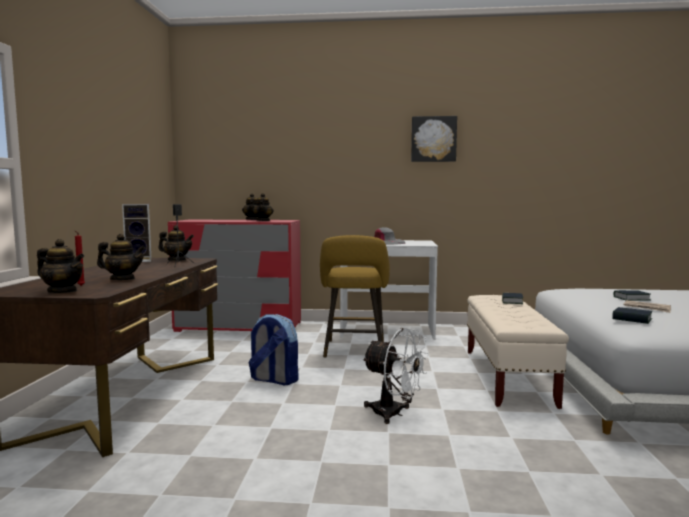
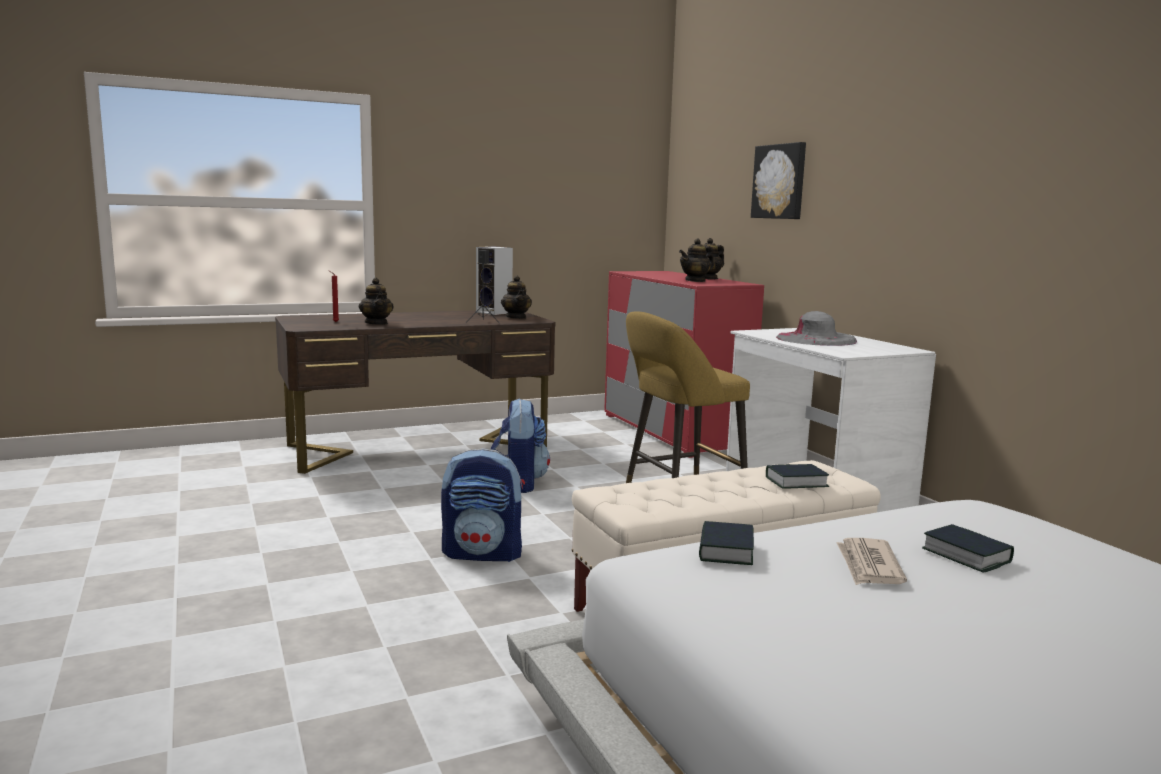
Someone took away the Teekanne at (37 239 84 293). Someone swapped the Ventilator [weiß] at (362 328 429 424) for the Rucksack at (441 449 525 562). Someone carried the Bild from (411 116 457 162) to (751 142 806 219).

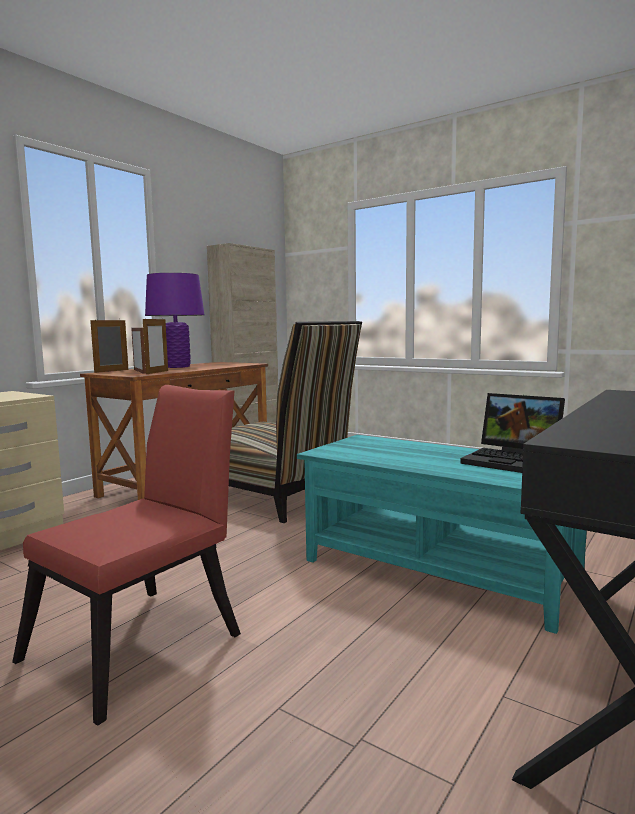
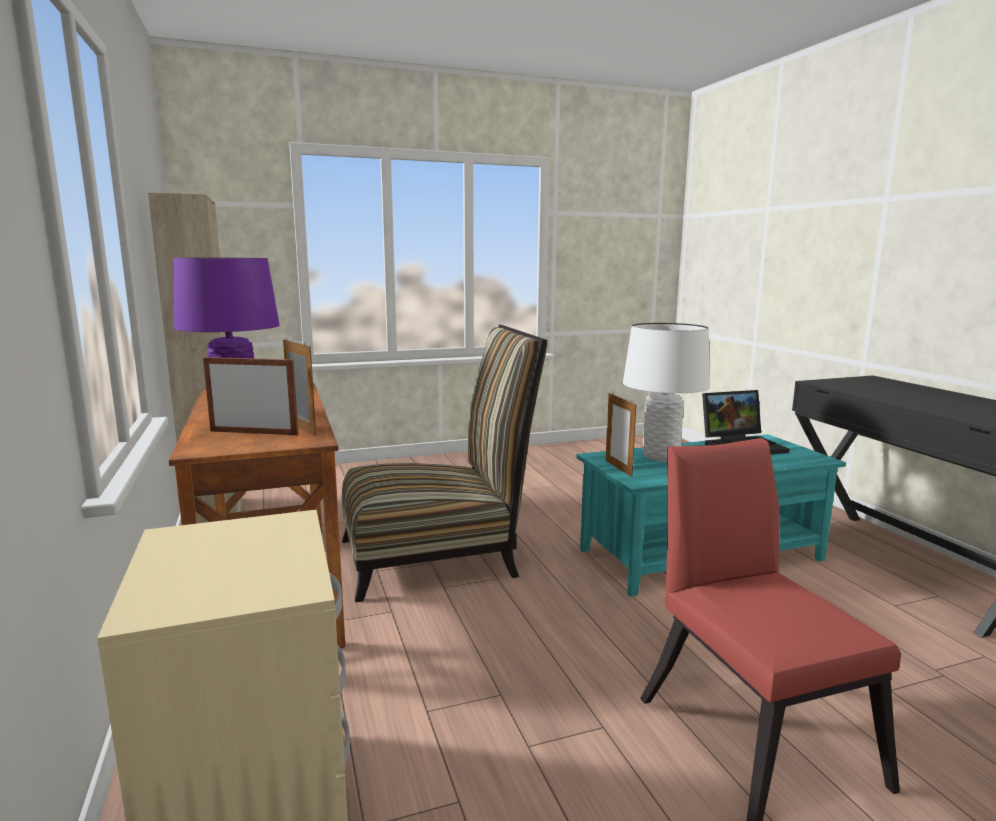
Someone carried the Bilderrahmen from (90 318 128 373) to (606 393 637 477). Someone put down the Tischlampe [weiß] at (623 323 710 462).

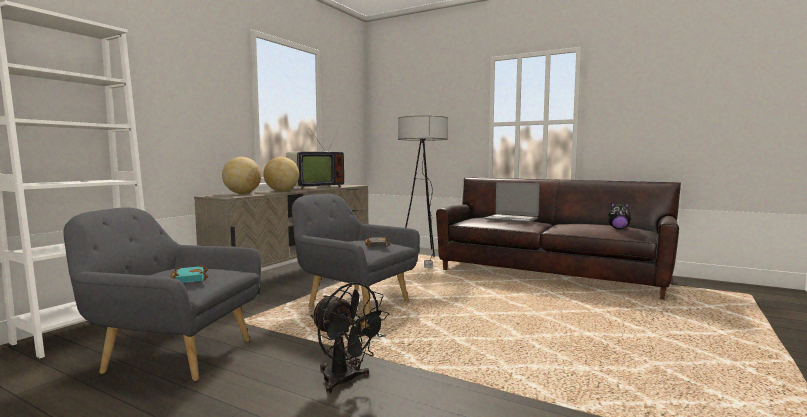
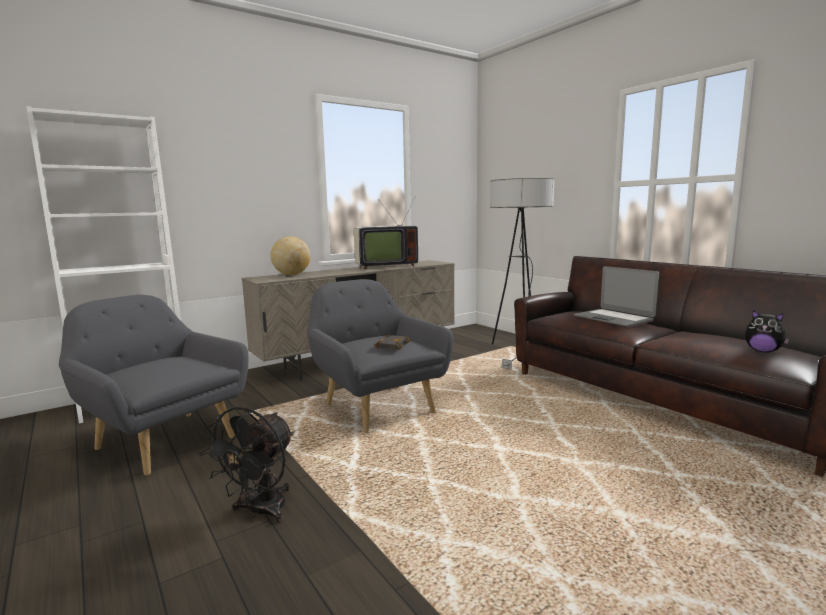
Someone took away the Buch [türkis] at (170 265 208 283). Someone took away the Globus at (263 157 299 191). Someone rotated the Ventilator [schwarz] at (311 282 389 394) by 45 degrees clockwise.

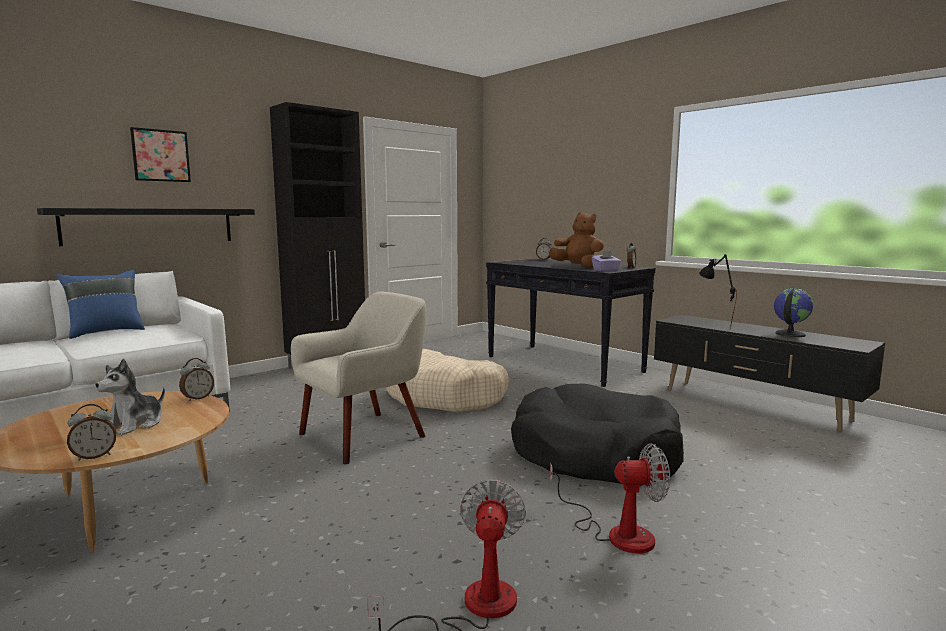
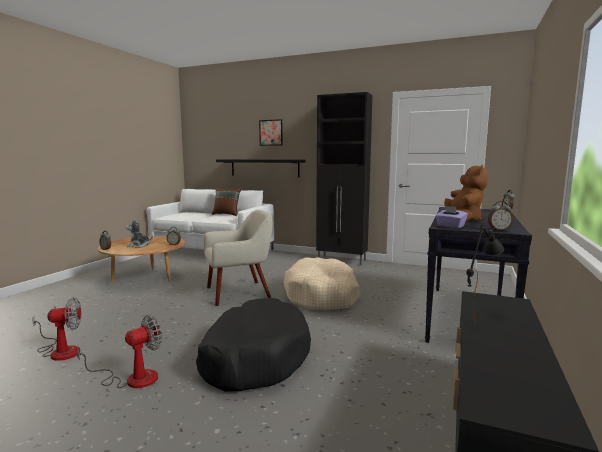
Someone repainted the Kissen [blau] at (56 270 145 339), which became the Kissen [braun] at (212 187 241 216). Someone rotated the Sessel [beige] at (291 292 427 464) by 45 degrees counterclockwise. Someone rotated the Ventilator at (550 443 670 553) by 105 degrees counterclockwise. Someone took away the Globus at (774 288 814 337).

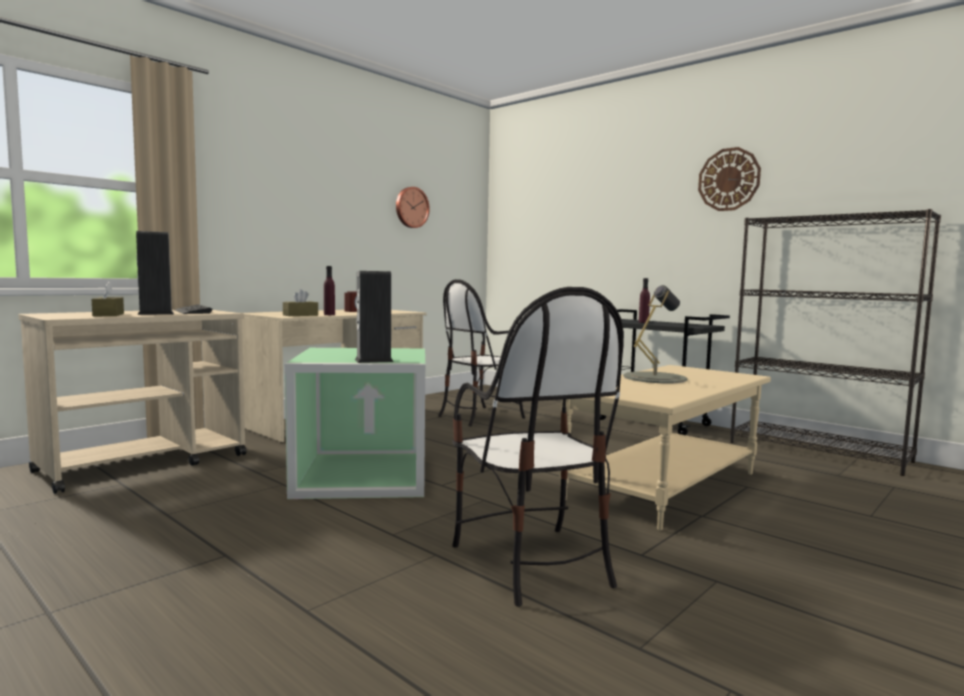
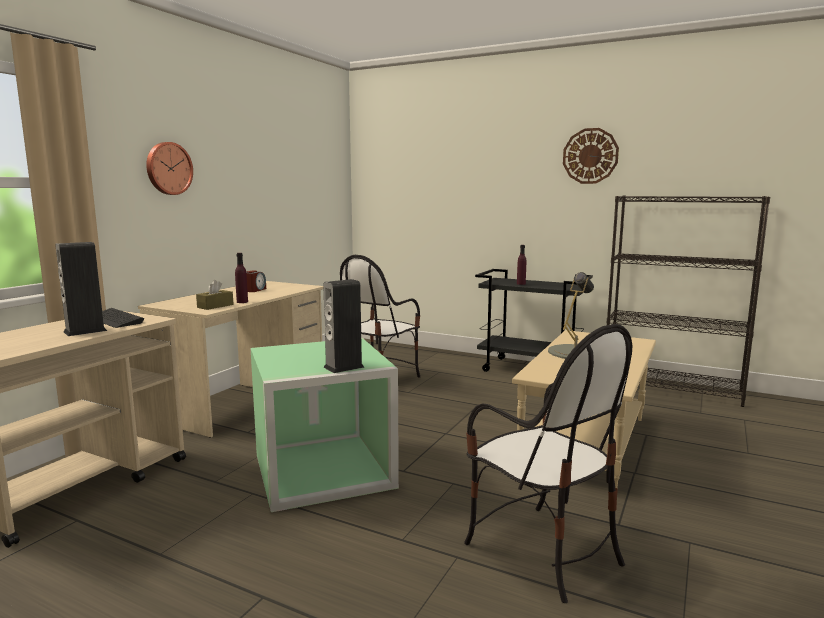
Someone took away the Taschentuchbox [braun] at (92 282 124 316). Someone carried the Wanduhr from (396 187 430 228) to (146 142 193 195).

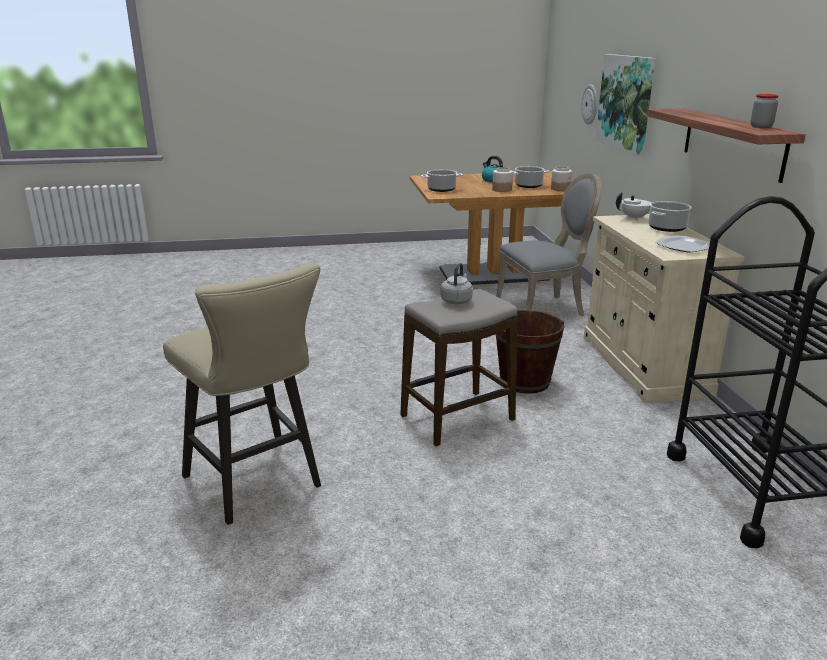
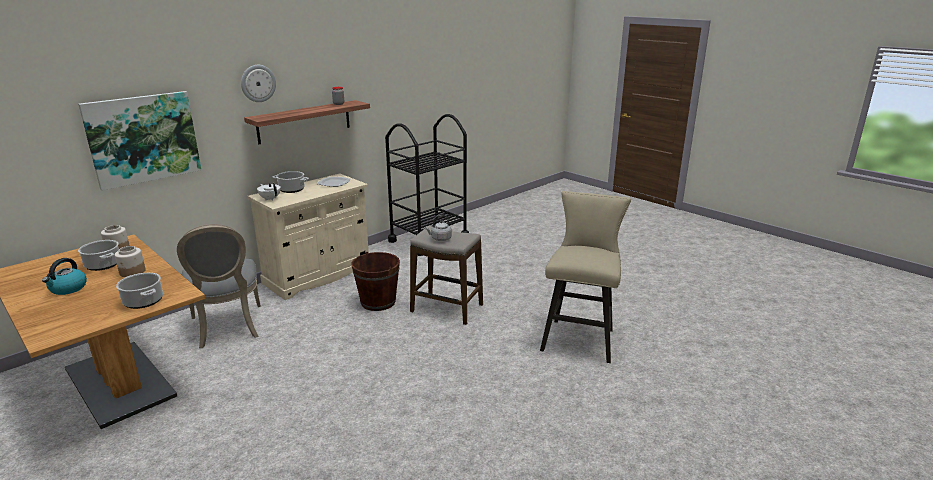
Someone rotated the Stuhl [grau] at (496 173 602 316) by 150 degrees counterclockwise. Someone carried the Wanduhr from (581 84 597 125) to (241 65 276 102).

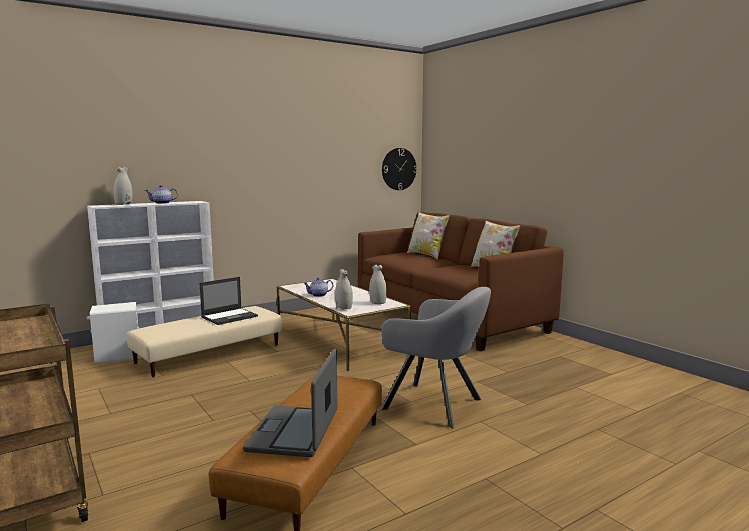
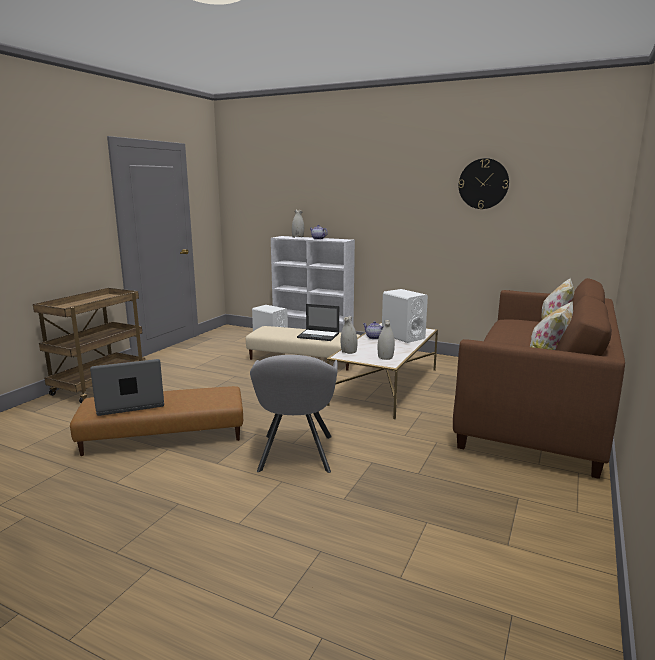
Someone carried the Wanduhr from (382 148 417 190) to (459 158 509 209). Someone put down the Lautsprecher [weiß] at (382 289 428 343).

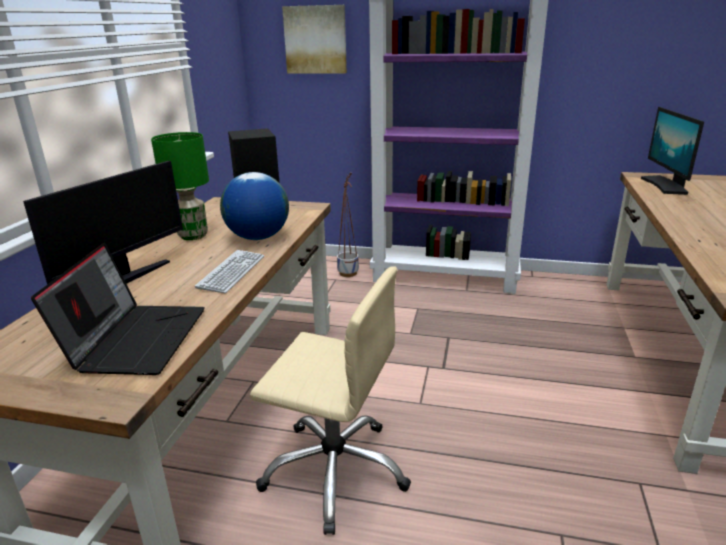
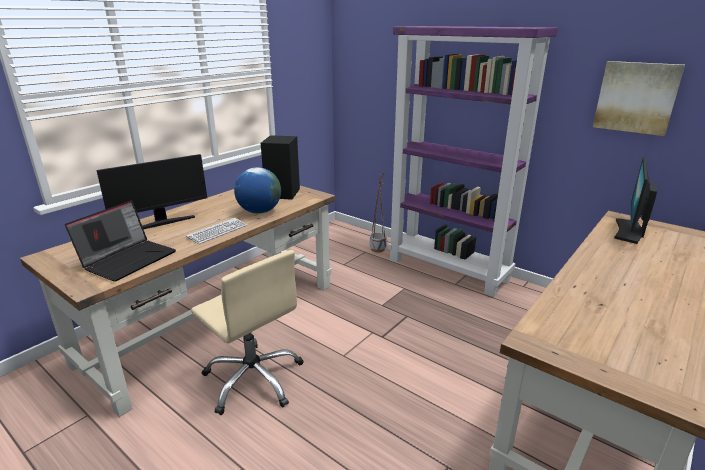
Someone took away the Tischlampe [grün] at (151 132 209 240). Someone carried the Bild from (282 5 347 74) to (593 61 685 136).

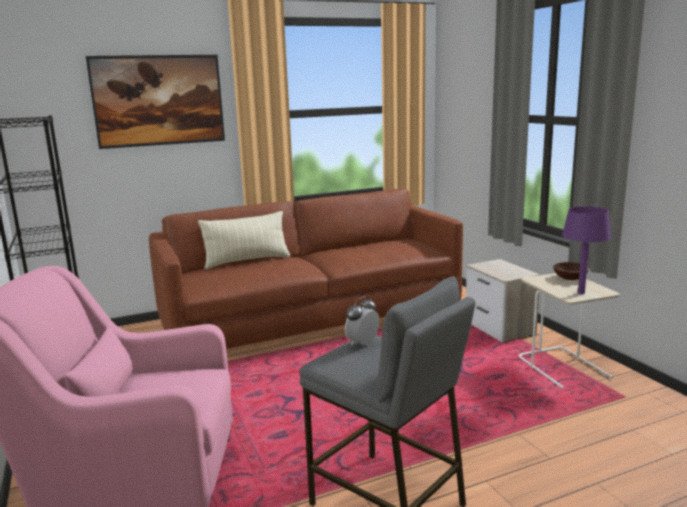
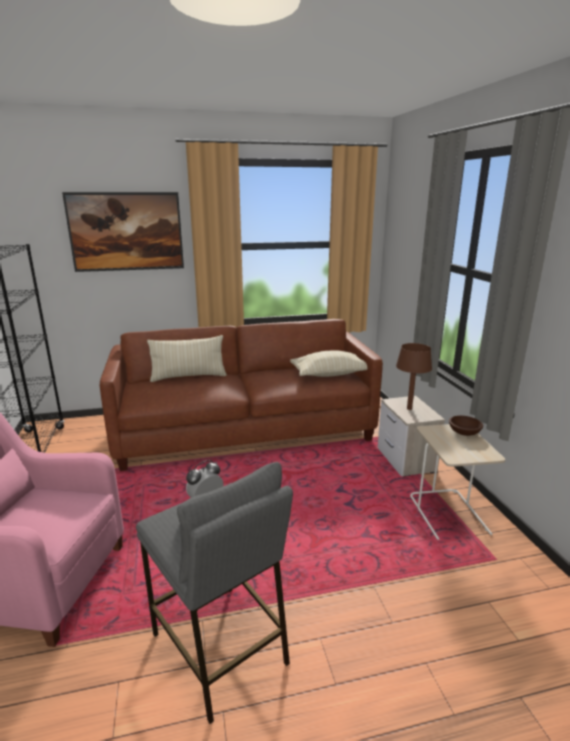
Someone took away the Tischlampe [lila] at (562 206 611 294). Someone put down the Kissen [beige] at (290 351 367 377). Someone put down the Tischlampe [braun] at (396 343 432 410).

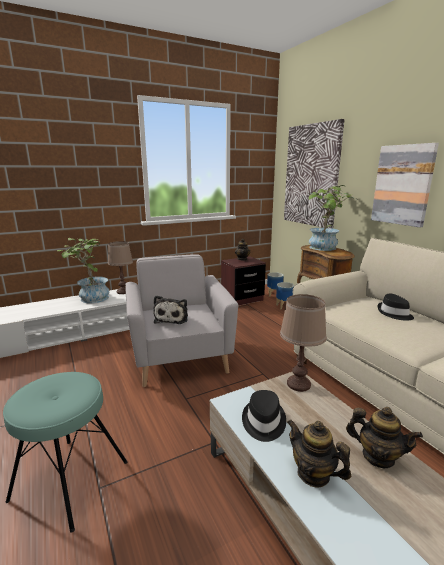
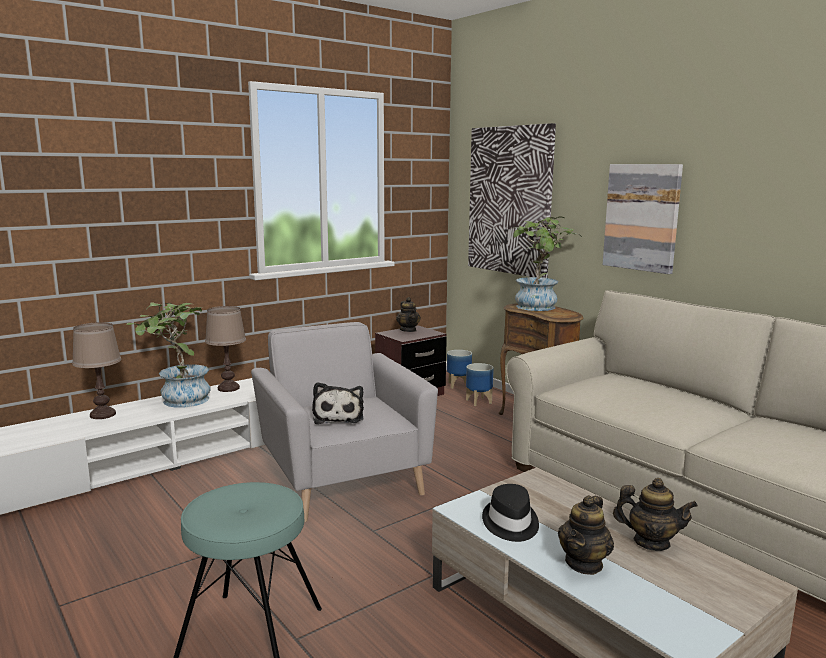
Someone carried the Tischlampe [braun] from (280 294 327 392) to (72 322 121 419). Someone rotated the Teekanne at (287 420 351 488) by 90 degrees counterclockwise. Someone took away the Hut [schwarz] at (378 294 414 320).

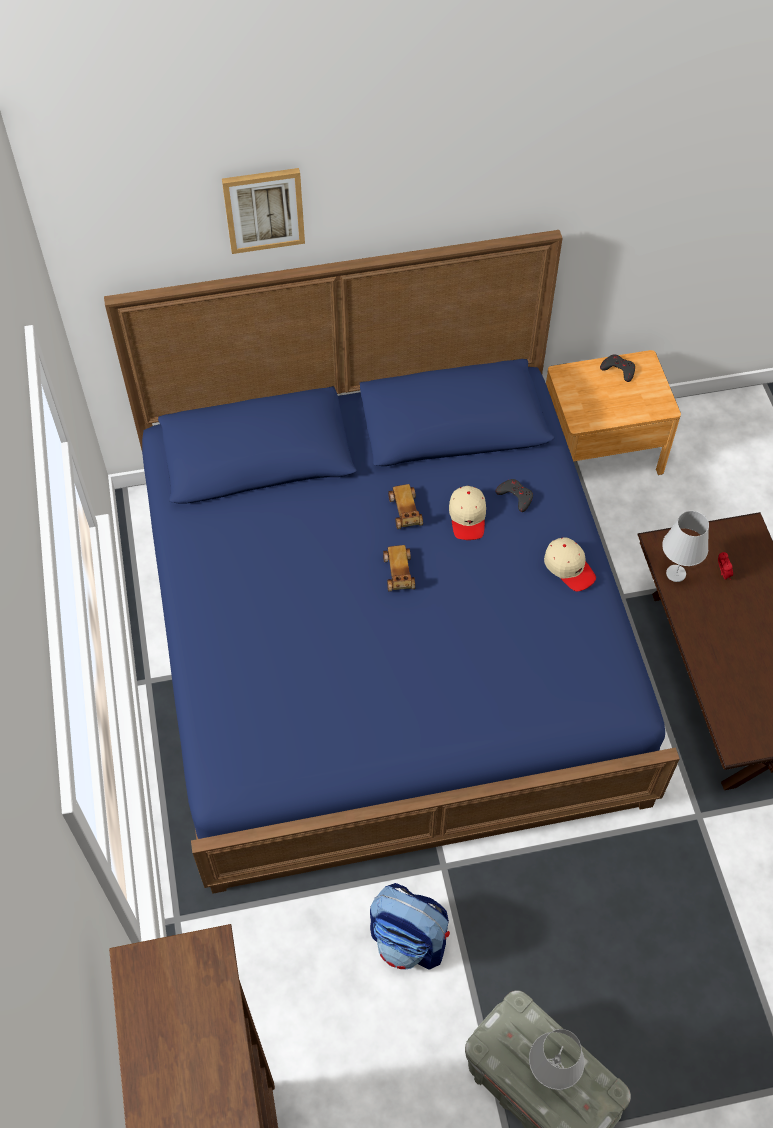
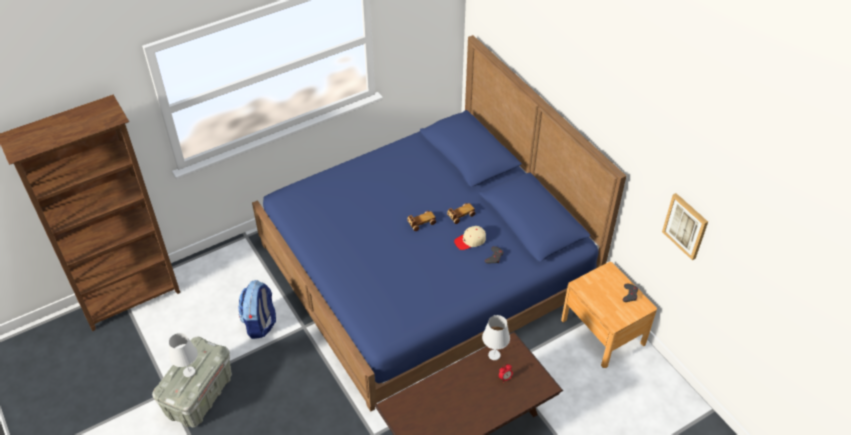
Someone carried the Bild from (222 168 305 254) to (662 193 708 260). Someone took away the Kappe [beige] at (544 537 596 591).

